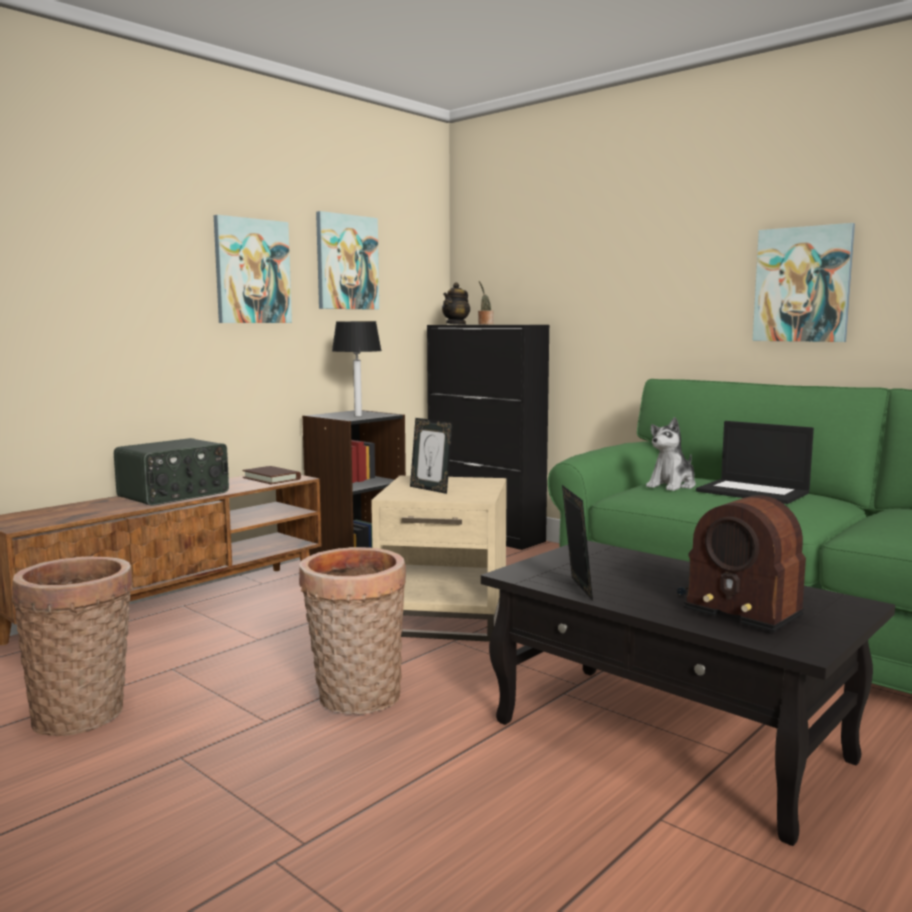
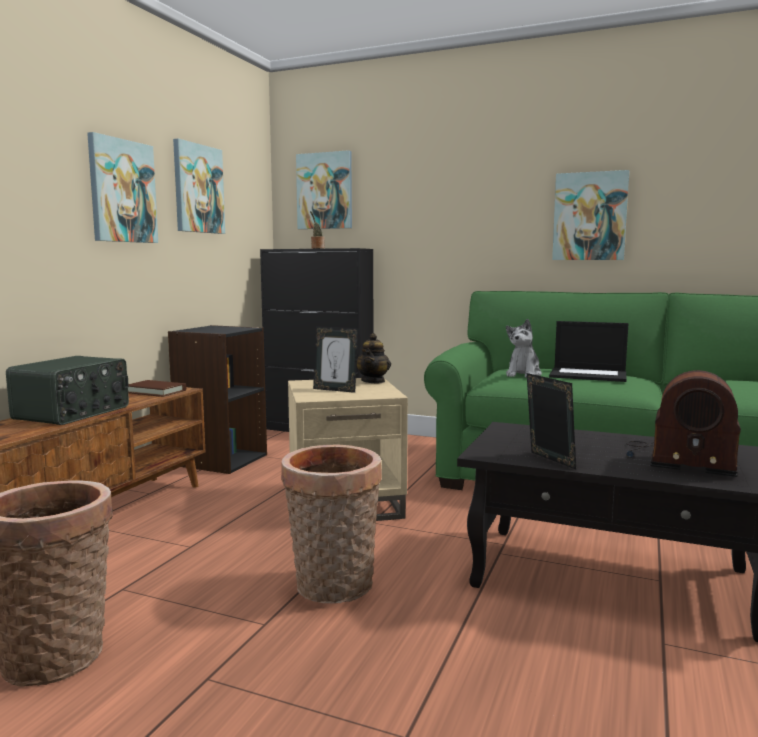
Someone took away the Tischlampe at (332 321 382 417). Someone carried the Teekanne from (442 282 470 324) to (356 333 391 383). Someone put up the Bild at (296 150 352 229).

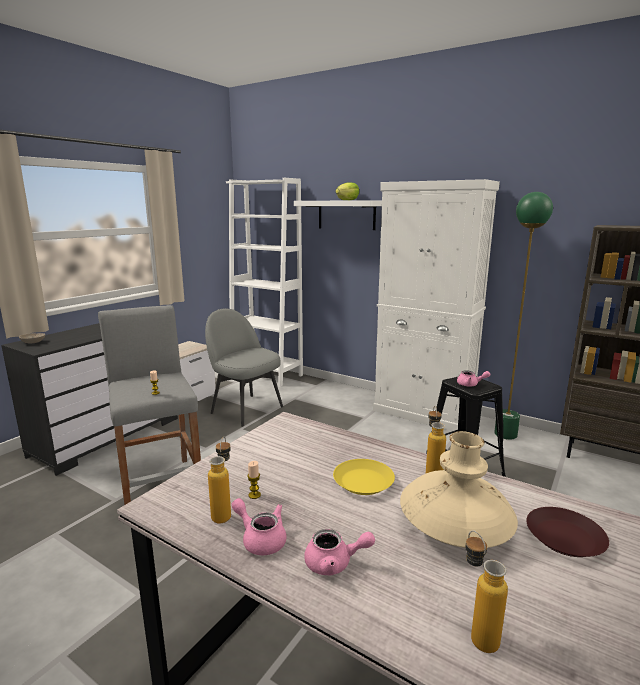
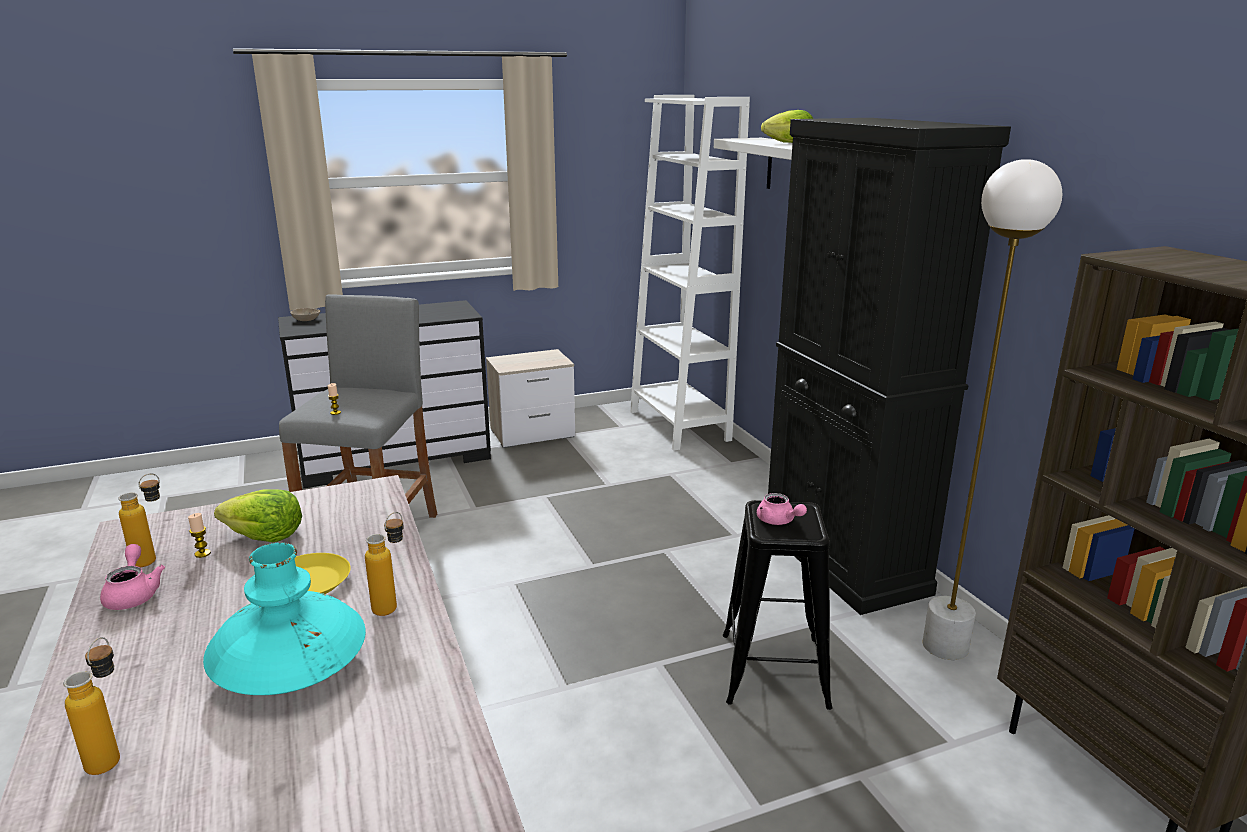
Someone took away the Stuhl [grau] at (205 309 283 427). Someone took away the Teekanne [rosa] at (304 529 375 576). Someone repainted the Schrank [weiß] at (373 179 500 432), which became the Schrank [schwarz] at (768 118 1011 615). Someone repainted the Vase [beige] at (400 431 518 548), which became the Vase [türkis] at (203 543 366 695). Someone repainted the Stehlampe [grün] at (494 192 553 440), which became the Stehlampe [weiß] at (923 159 1062 660). Someone took away the Teller [braun] at (526 507 609 557). Someone put down the Salatkopf at (214 489 302 542).

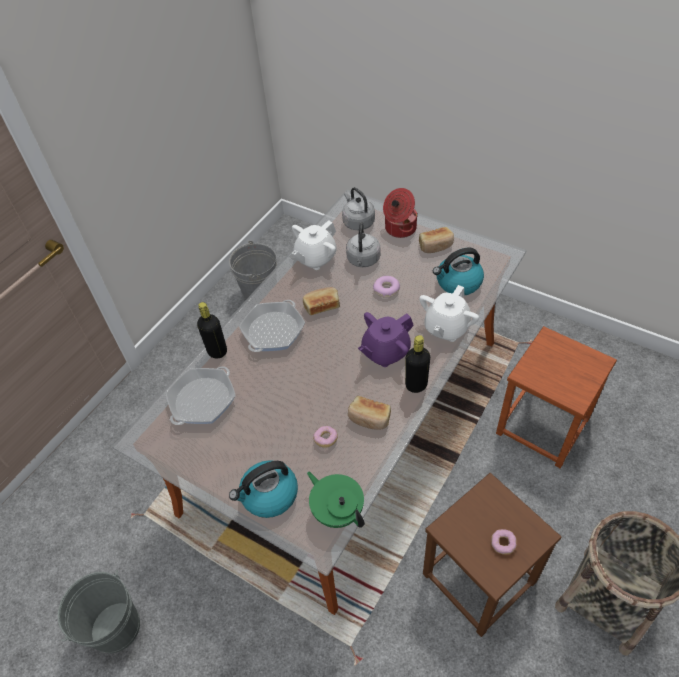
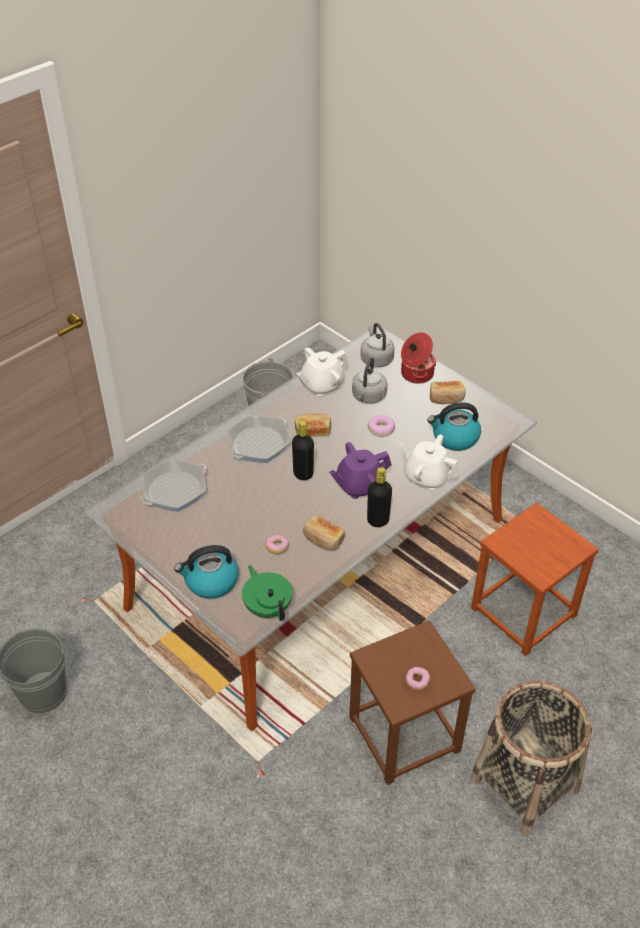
Someone carried the Flasche [schwarz] from (197 302 227 359) to (292 421 314 480). Someone rotated the Teekanne [weiß] at (419 285 479 342) by 75 degrees clockwise.

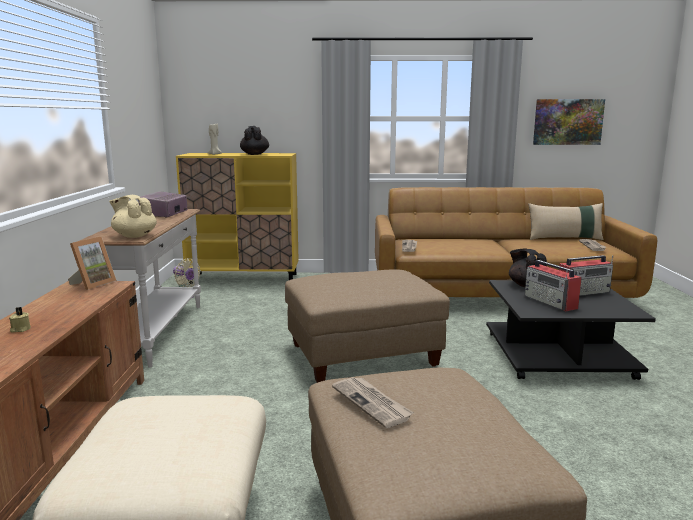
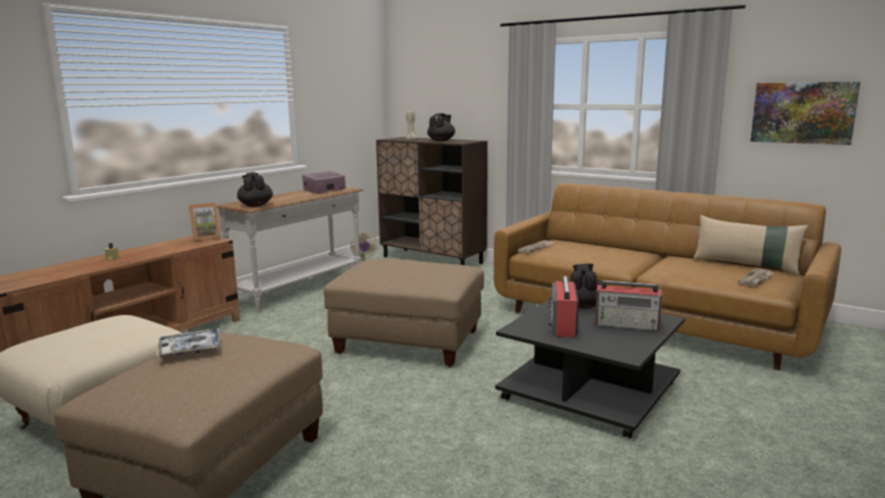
Someone repainted the Teekanne [beige] at (109 195 157 238), which became the Teekanne [schwarz] at (237 172 273 207). Someone repainted the Schrank [gelb] at (176 153 299 284), which became the Schrank [braun] at (376 137 487 265). Someone swapped the Zeitung at (332 377 414 428) for the Tablett at (156 328 221 357).

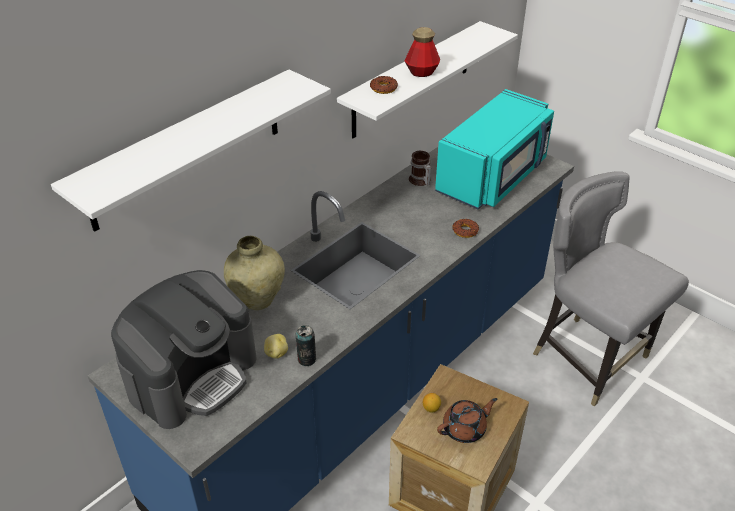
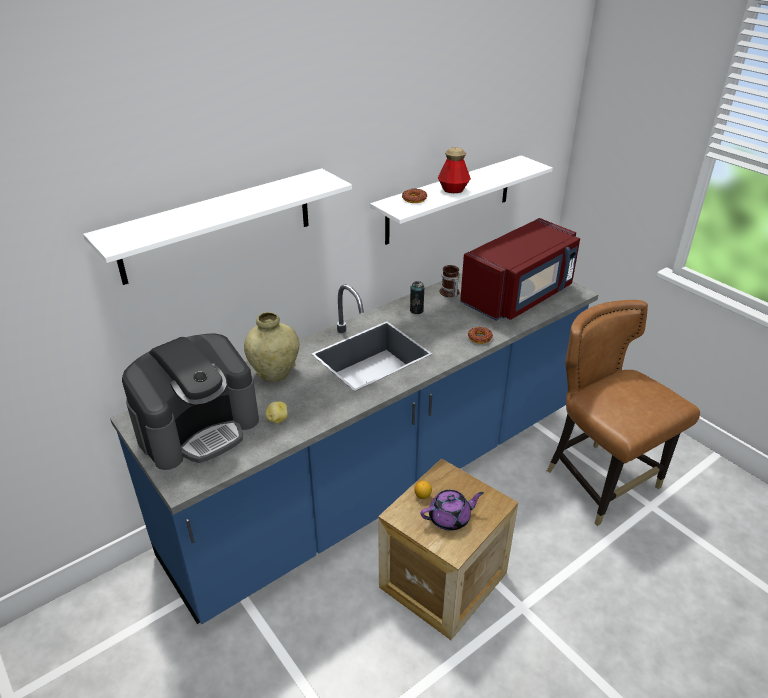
Someone carried the Dose from (296 325 316 366) to (410 281 424 314). Someone repainted the Mikrowelle [türkis] at (435 89 554 209), which became the Mikrowelle [rot] at (460 218 580 321). Someone repainted the Teekanne [braun] at (437 398 497 443), which became the Teekanne [lila] at (421 490 484 531). Someone repainted the Stuhl [grau] at (533 171 689 406), which became the Stuhl [braun] at (547 300 700 526).

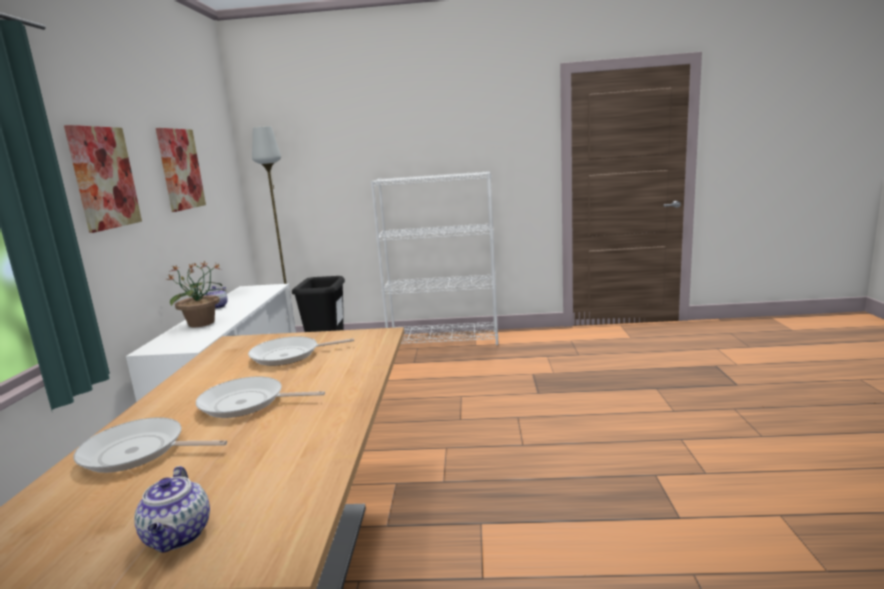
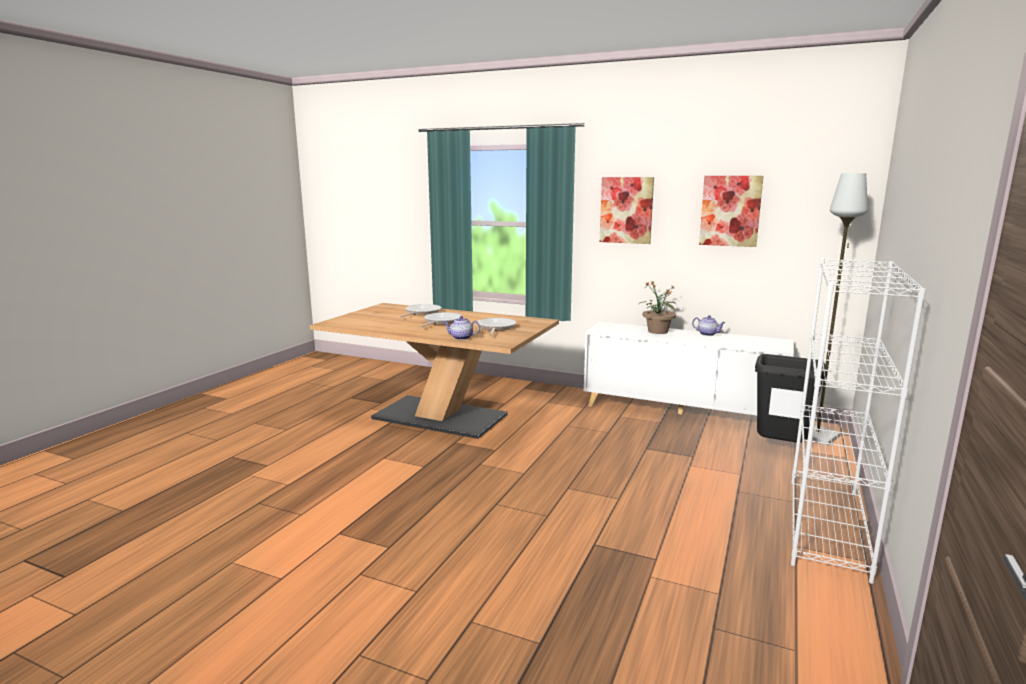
Someone carried the Teekanne from (134 466 210 553) to (443 316 480 340).

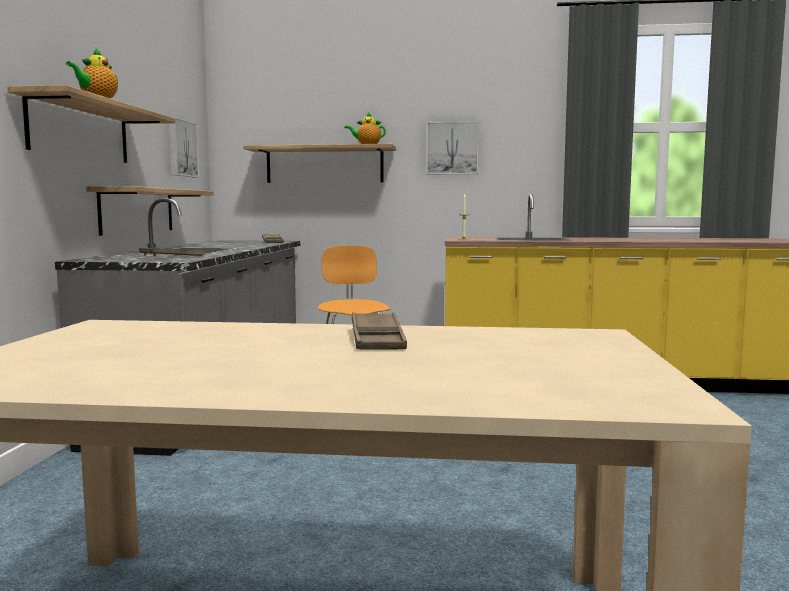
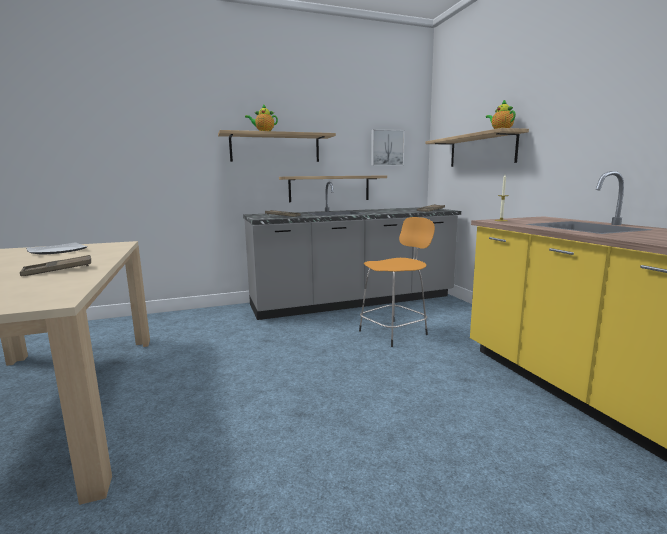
Someone took away the Bild at (427 121 479 174). Someone put down the Teller at (26 242 88 255).

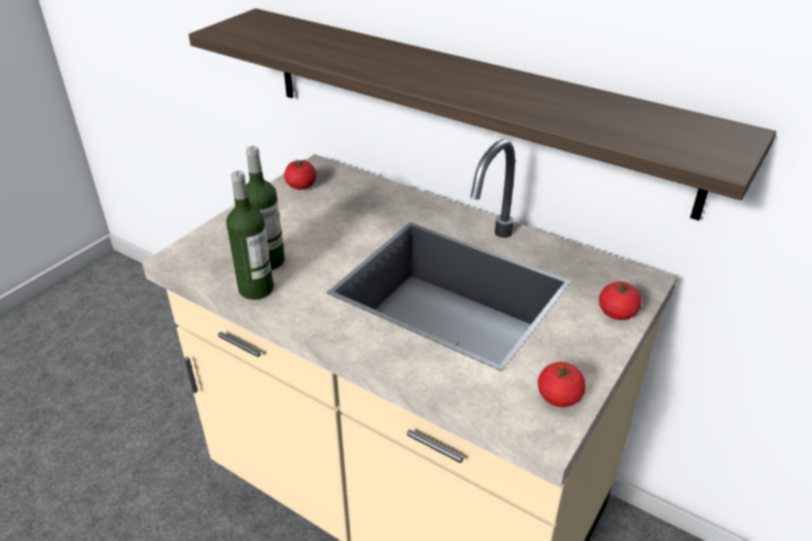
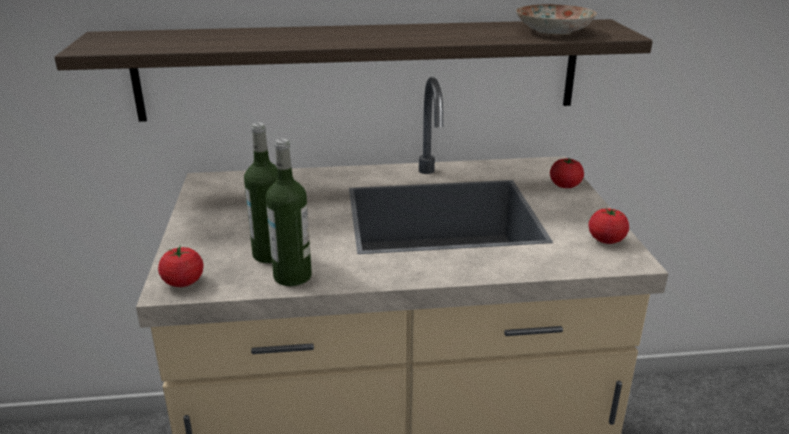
Someone carried the Tomate from (284 159 317 190) to (158 245 204 287). Someone put down the Teller at (516 4 597 35).

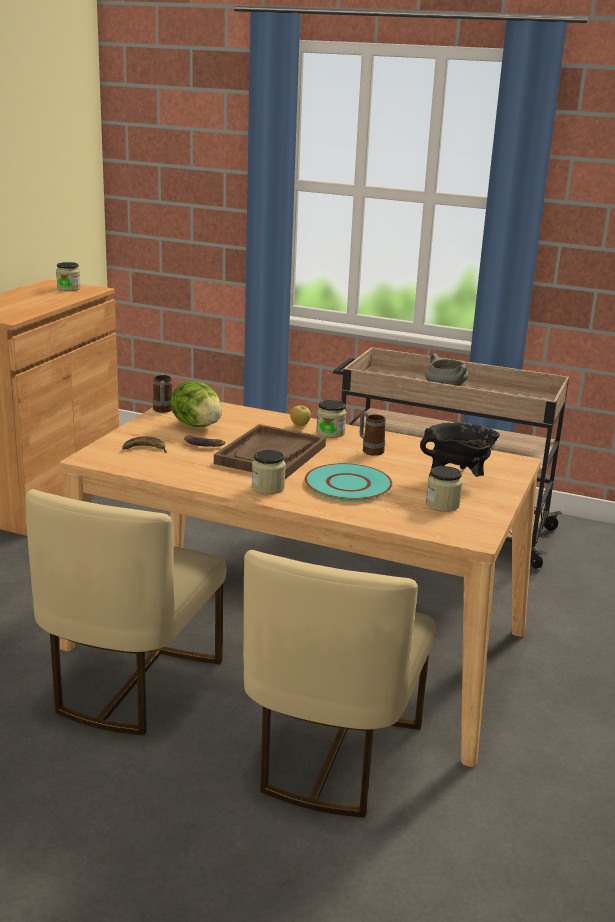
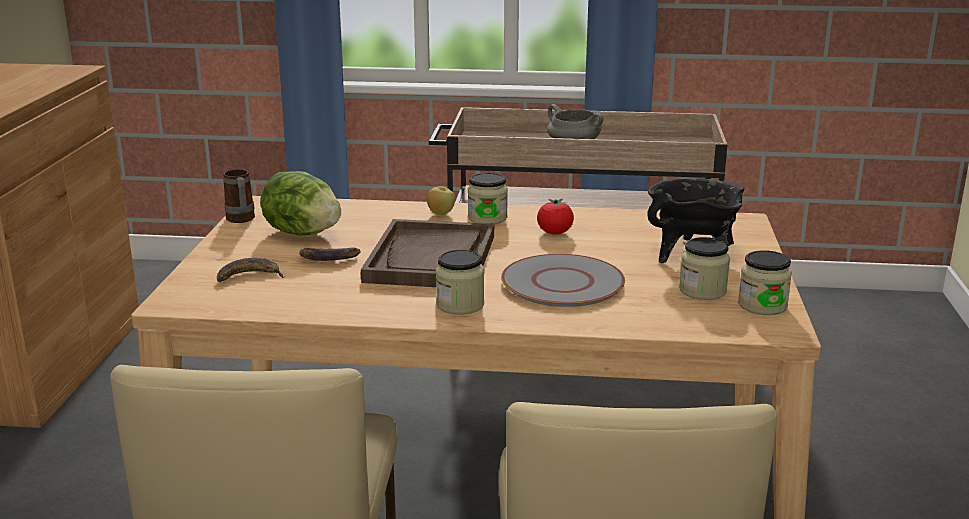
Someone carried the Vorratsglas from (56 262 81 291) to (738 250 792 315). Someone repainted the Teller [türkis] at (305 463 393 501), which became the Teller [grau] at (501 254 625 307). Someone swapped the Henkelbecher at (359 411 386 456) for the Tomate at (537 198 574 235).

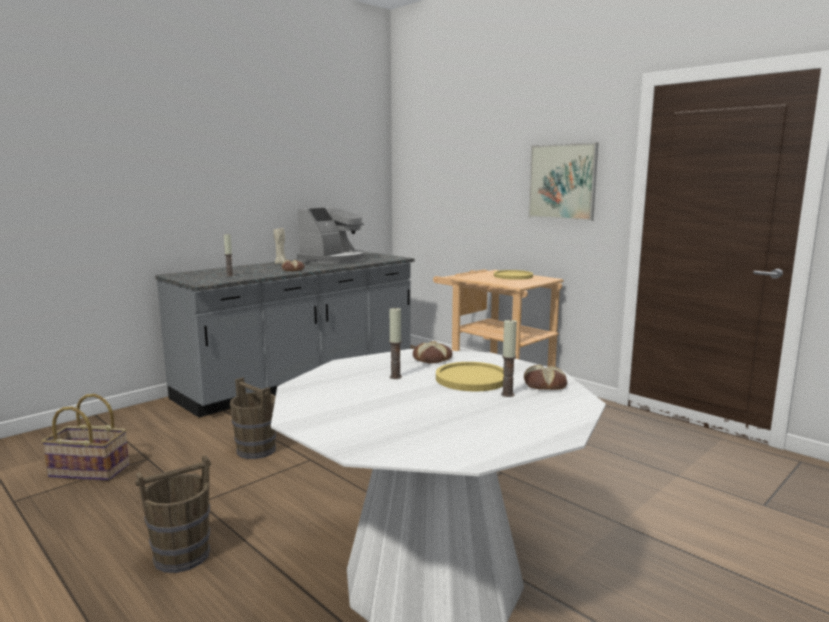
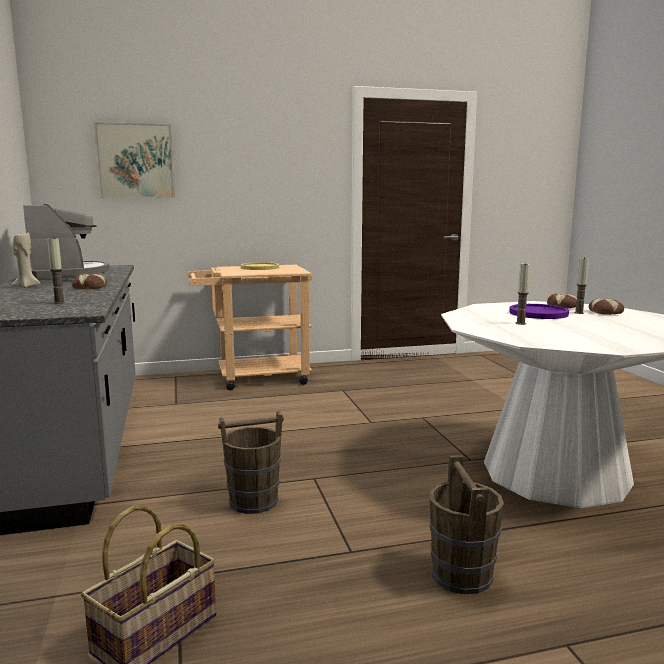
Someone carried the Brot from (413 341 452 363) to (589 298 624 315). Someone repainted the Teller [gelb] at (436 362 504 392), which became the Teller [lila] at (509 304 569 319). Someone carried the Bild from (528 143 598 221) to (94 122 175 198).

